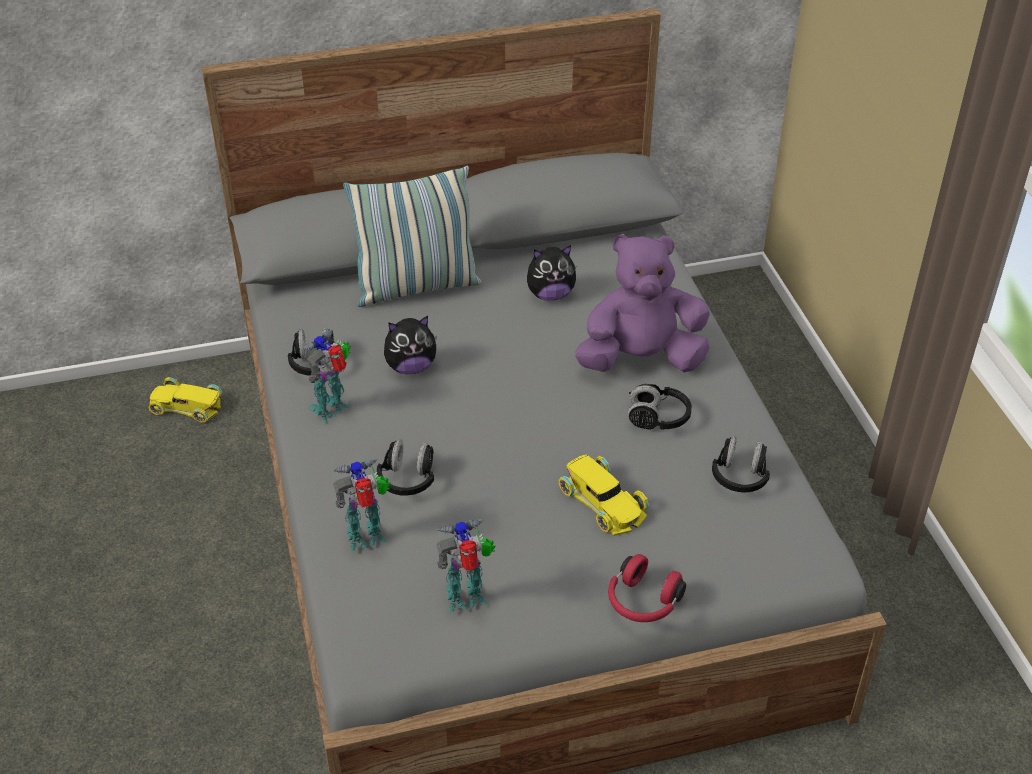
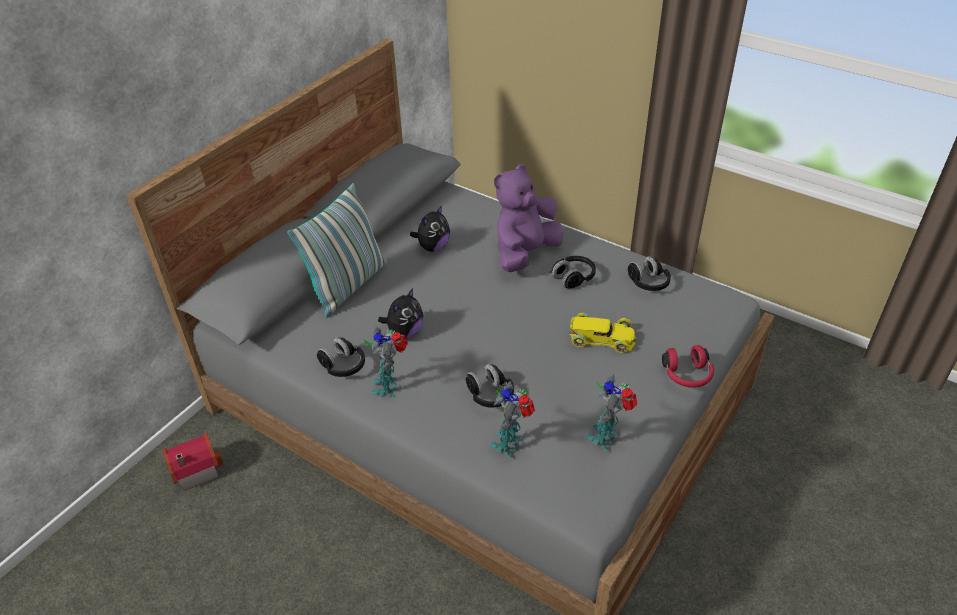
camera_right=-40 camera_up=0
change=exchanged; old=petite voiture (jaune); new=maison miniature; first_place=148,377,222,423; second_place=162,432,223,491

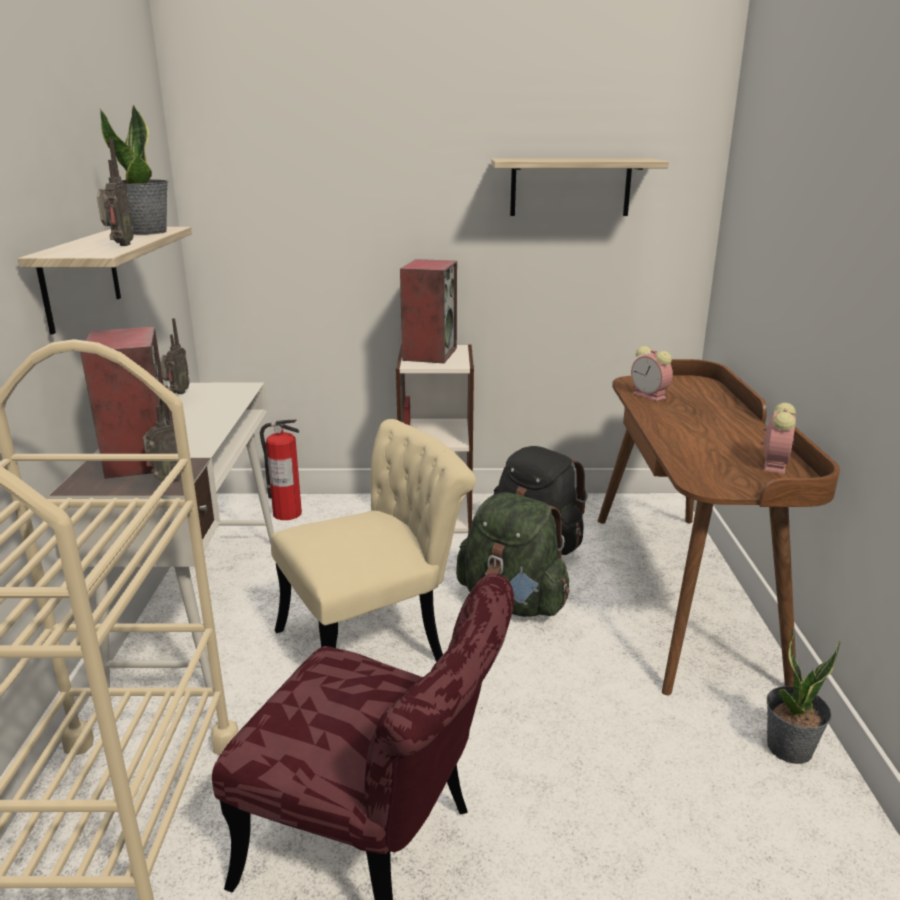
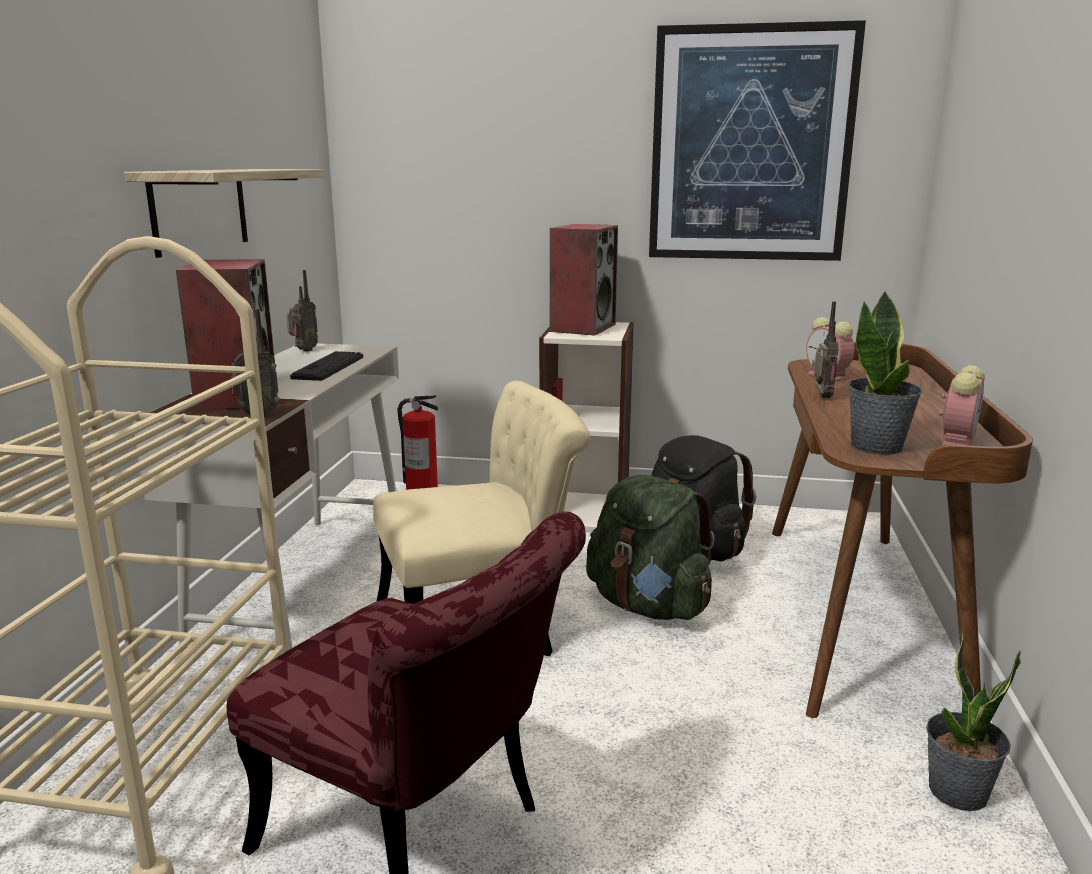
camera_right=10 camera_up=-5
change=appeared; new=clavier; second_place=290,351,363,381
change=relocated; old=radio; first_place=97,139,134,246; second_place=812,302,839,398
change=relocated; old=plante en pot; first_place=100,104,168,235; second_place=848,290,923,455
change=exchanged; old=étagère; new=tableau; first_place=491,159,669,216; second_place=649,20,866,261

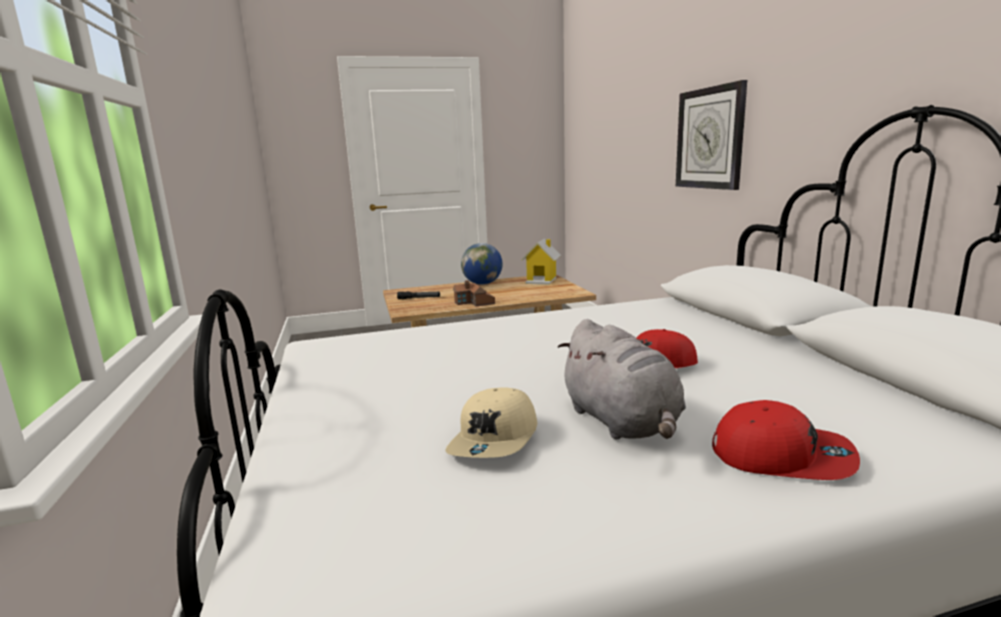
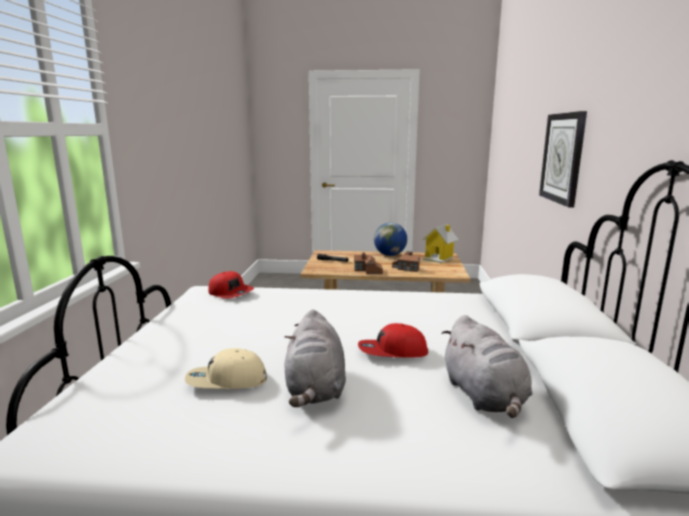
camera_right=20 camera_up=0
change=appeared; new=maison miniature; second_place=392,251,420,272
change=appeared; new=peluche (gris); second_place=441,315,532,418
change=relocated; old=casquette (rouge); first_place=712,400,860,480; second_place=208,271,254,299
change=spun; old=casquette (beige); first_place=445,387,537,458; second_place=185,348,267,389; degrees=45

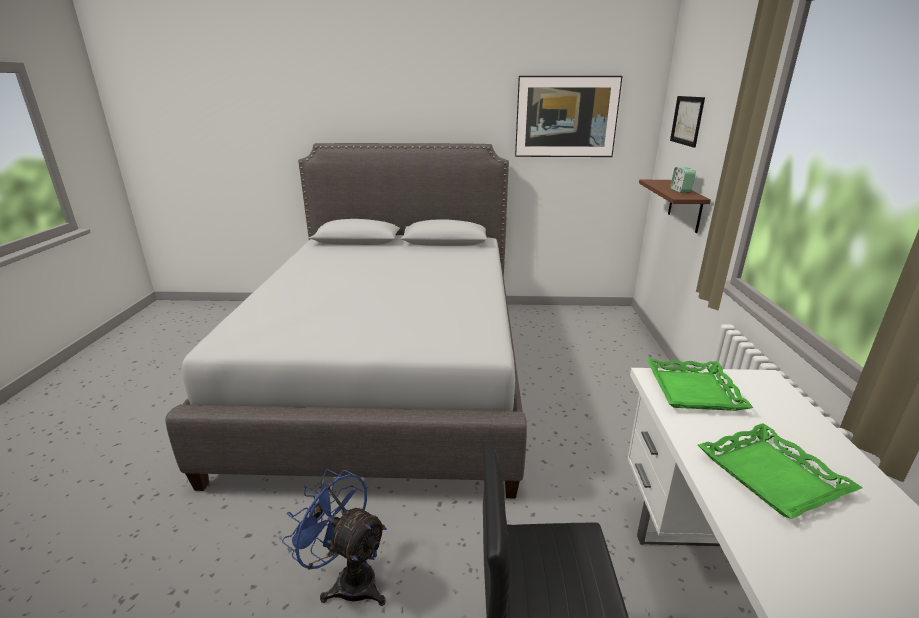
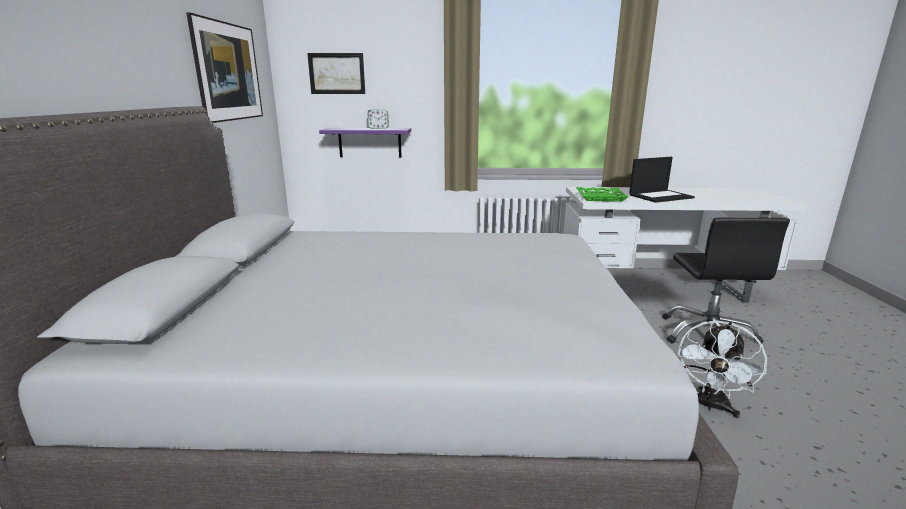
camera_right=-90 camera_up=-5
change=exchanged; old=plateau (vert); new=ordinateur portable; first_place=698,423,862,519; second_place=629,157,695,203
change=colour; old=ventilateur (bleu); new=ventilateur (blanc); first_place=282,469,387,606; second_place=677,320,767,418
change=colour; old=étagère (marron); new=étagère (violet); first_place=639,180,711,233; second_place=319,128,411,157

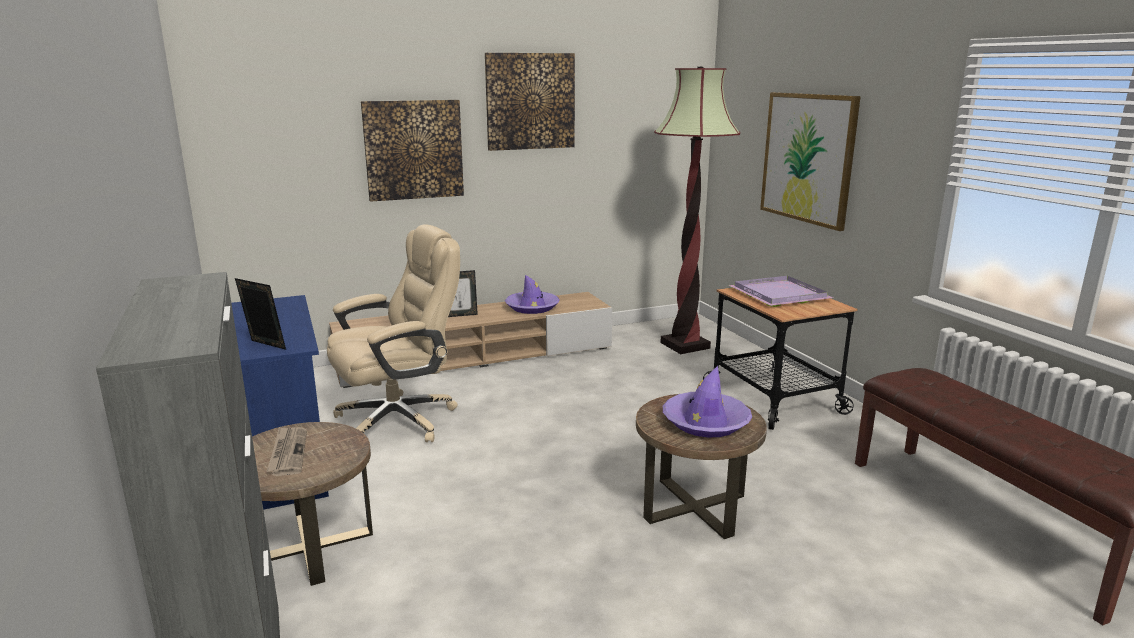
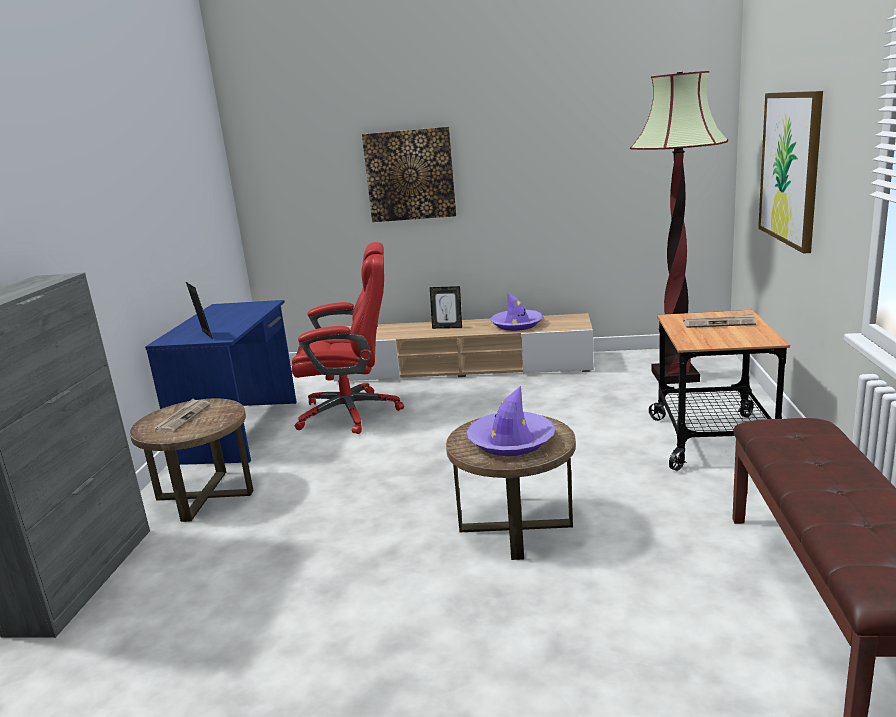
camera_right=30 camera_up=0
change=missing; old=tableau; first_place=485,53,575,151
change=exchanged; old=plateau (violet); new=journal; first_place=728,276,833,307; second_place=683,313,756,328
change=colour; old=chaise de bureau (beige); new=chaise de bureau (rouge); first_place=327,224,460,442; second_place=292,242,404,434

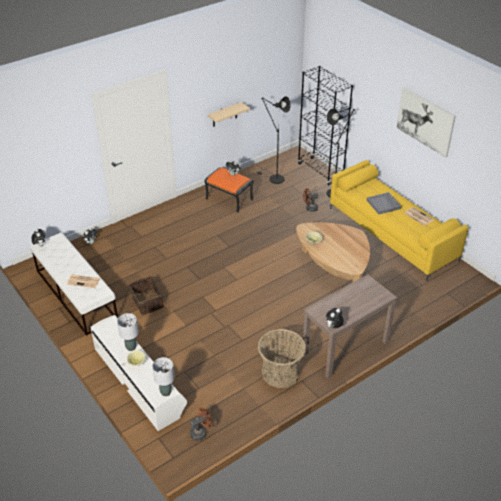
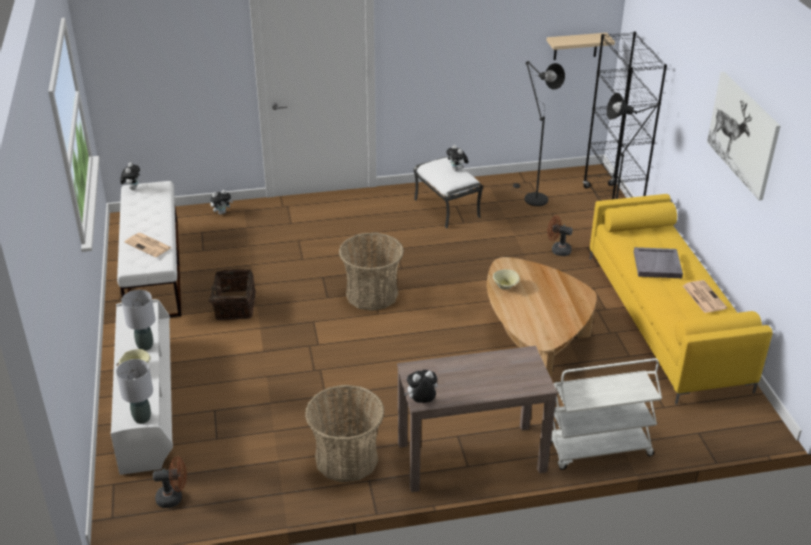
camera_right=25 camera_up=-5
change=appeared; new=panier; second_place=339,232,404,311
change=appeared; new=chariot (blanc); second_place=551,358,662,470
change=relocated; old=étagère (beige); first_place=208,102,250,127; second_place=546,33,615,60
change=colour; old=pouf (orange); new=pouf (blanc); first_place=204,167,253,213; second_place=414,157,483,229

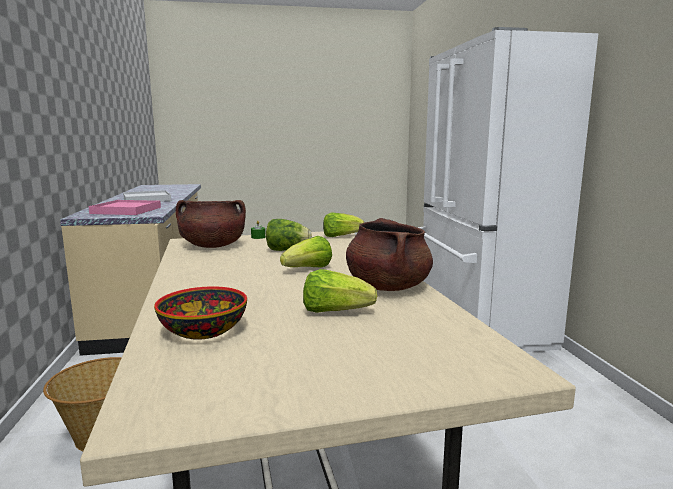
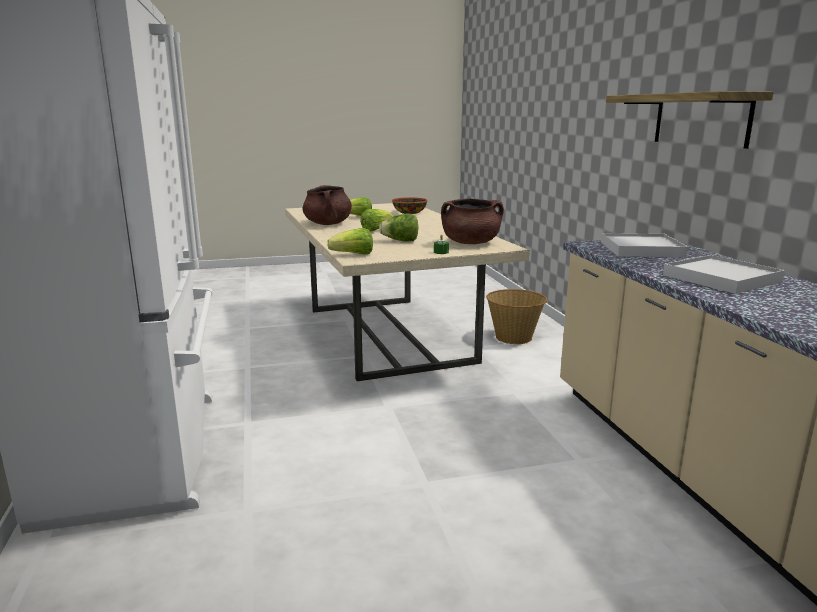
camera_right=175 camera_up=5
change=appeared; new=étagère; second_place=606,91,774,149
change=colour; old=plateau (rose); new=plateau (blanc); first_place=88,200,161,215; second_place=601,233,688,257

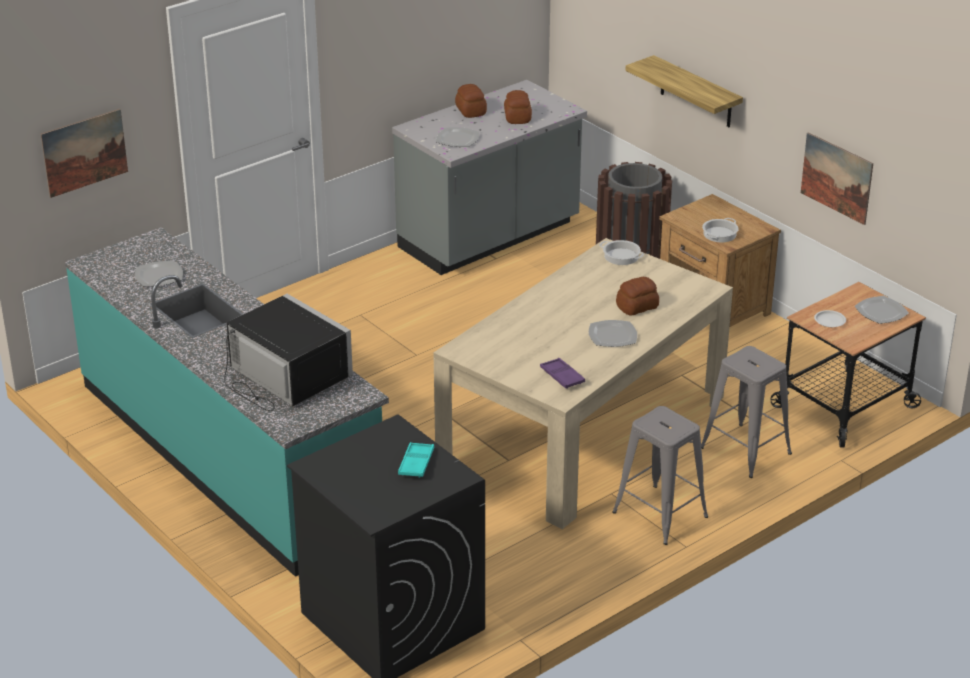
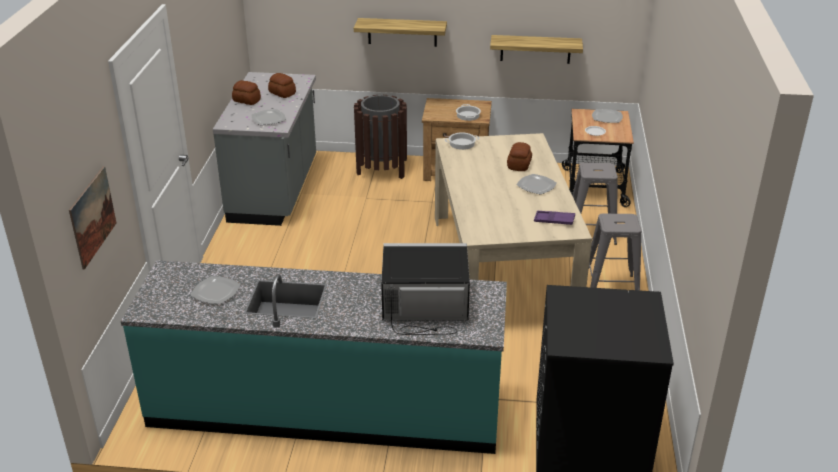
camera_right=-45 camera_up=0
change=missing; old=plateau (turquoise); first_place=398,442,434,478
change=exchanged; old=tableau; new=étagère; first_place=801,132,873,225; second_place=490,35,583,64

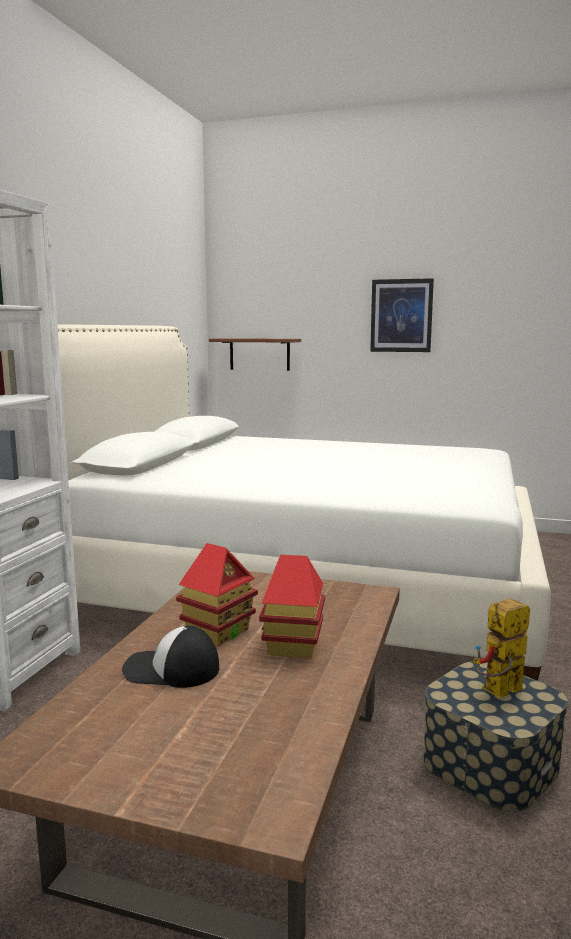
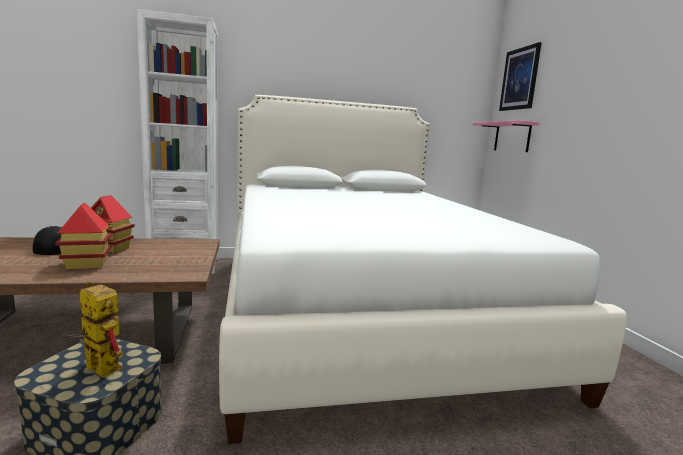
camera_right=60 camera_up=0
change=relocated; old=tableau; first_place=370,278,434,352; second_place=499,42,542,111
change=colour; old=étagère (marron); new=étagère (rose); first_place=209,338,301,371; second_place=473,120,540,152

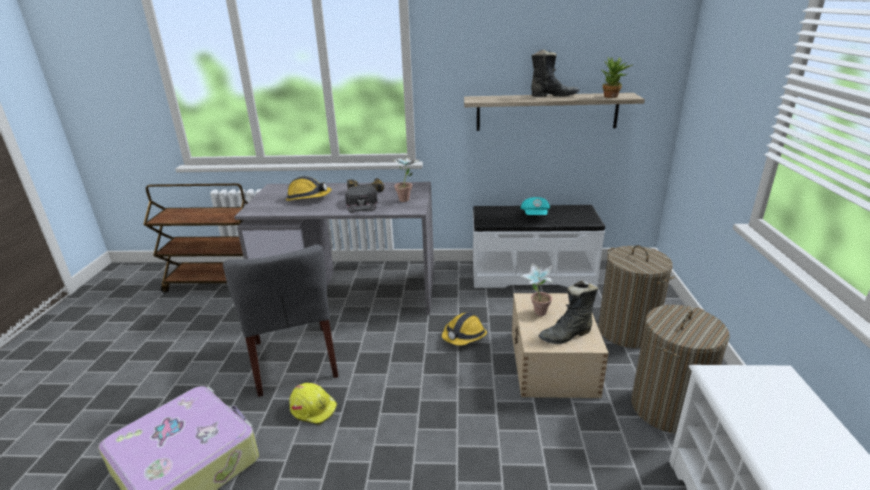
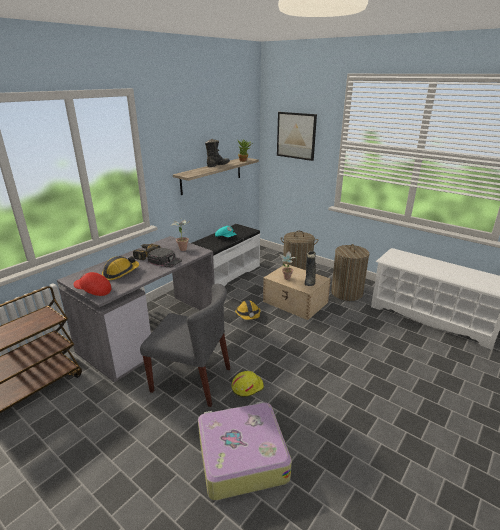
camera_right=-55 camera_up=0
change=appeared; new=casquette (rouge); second_place=73,272,111,296
change=appeared; new=tableau; second_place=277,112,317,161

